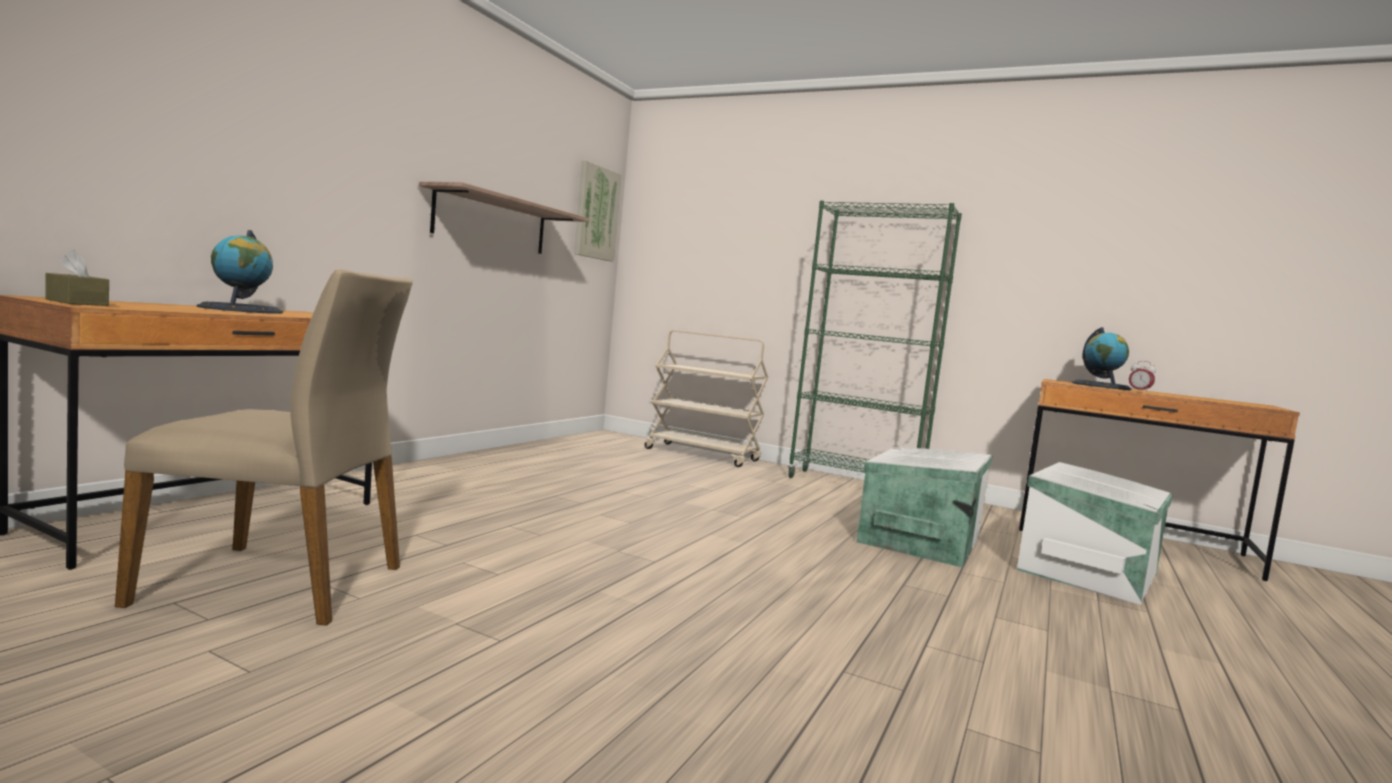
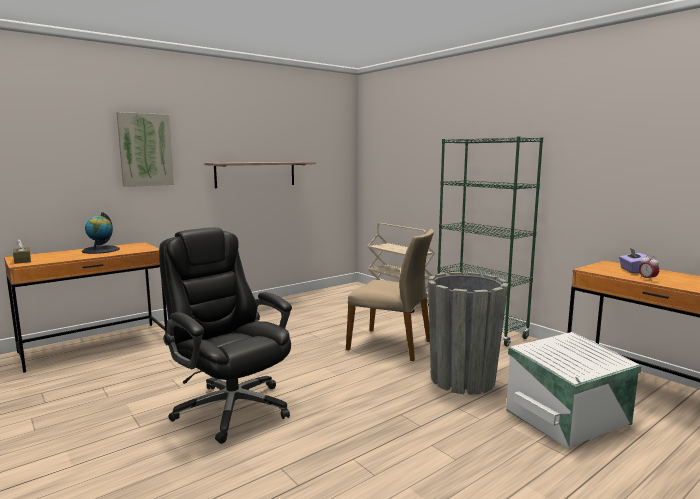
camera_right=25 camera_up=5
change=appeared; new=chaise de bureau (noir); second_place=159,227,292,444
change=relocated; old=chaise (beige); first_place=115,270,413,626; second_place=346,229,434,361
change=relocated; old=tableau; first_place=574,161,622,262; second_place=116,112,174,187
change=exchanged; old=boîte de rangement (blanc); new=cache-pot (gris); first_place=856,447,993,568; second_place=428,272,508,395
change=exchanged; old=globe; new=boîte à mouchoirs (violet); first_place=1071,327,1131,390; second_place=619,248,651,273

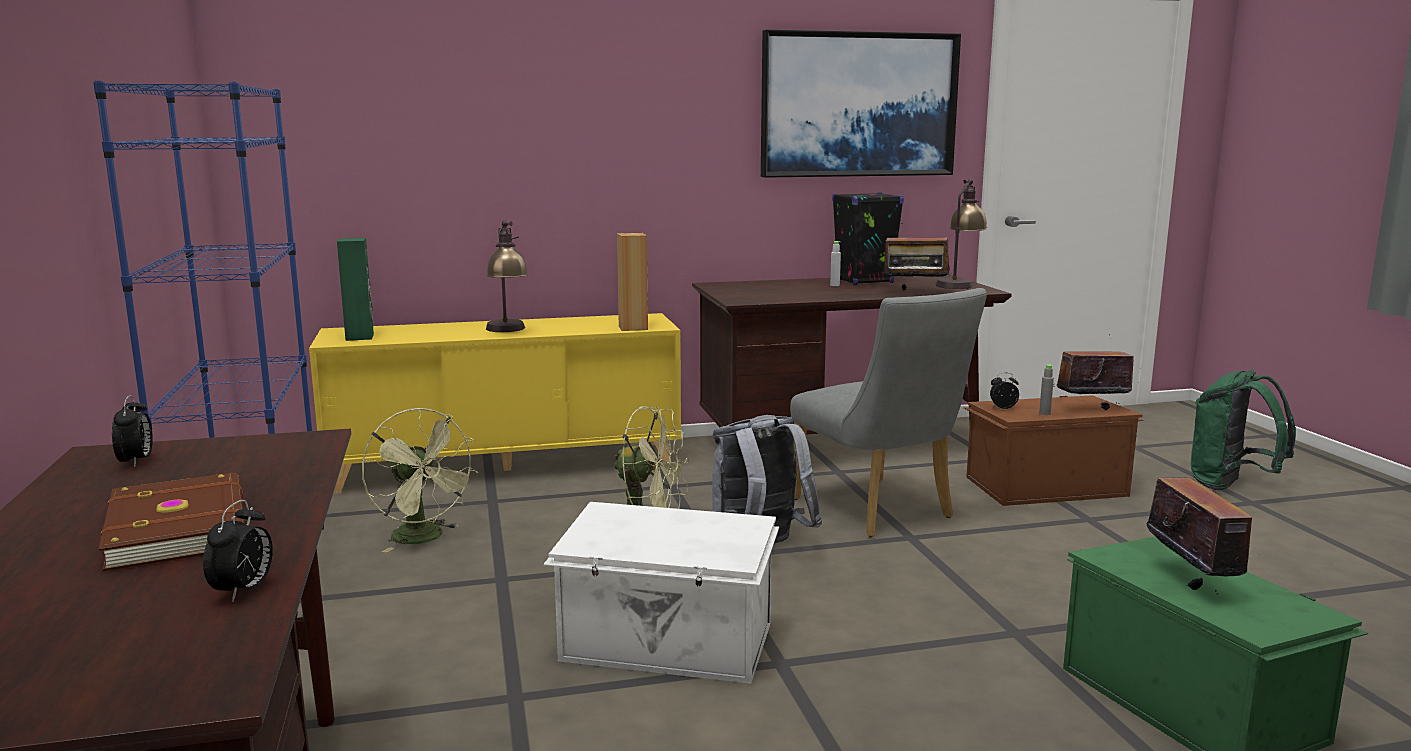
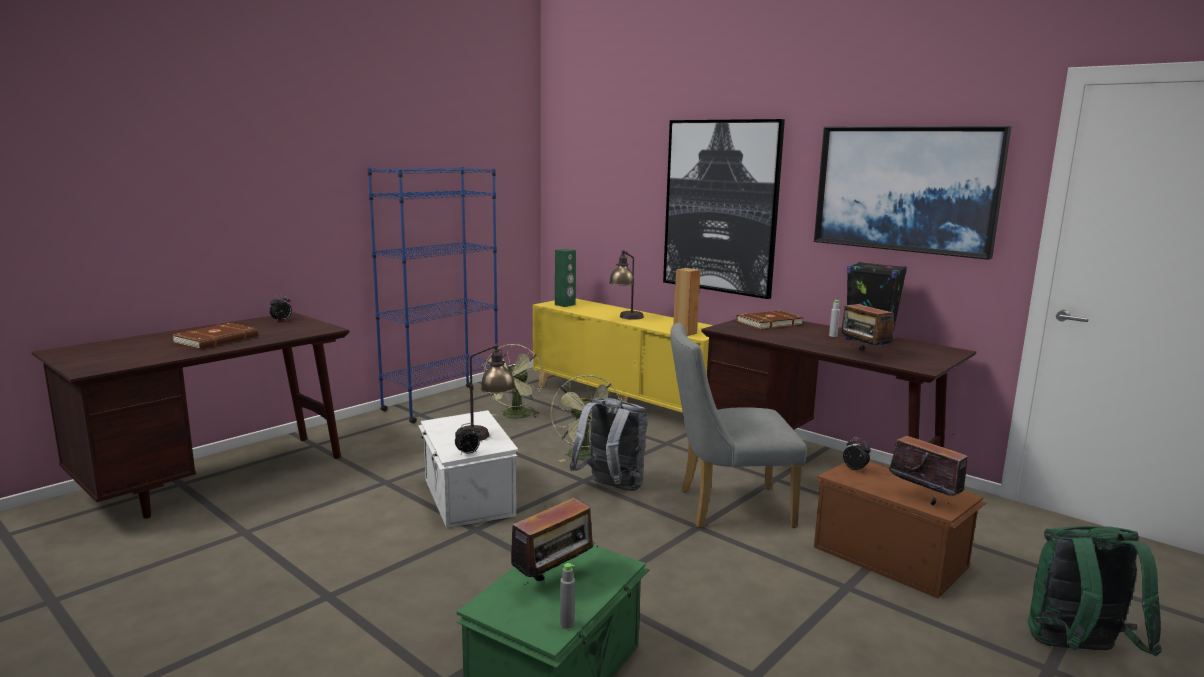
camera_right=55 camera_up=0
change=appeared; new=tableau; second_place=663,119,785,299
change=appeared; new=livre (marron); second_place=736,311,803,329
change=relocated; old=réveil; first_place=203,500,273,602; second_place=455,423,480,456
change=relocated; old=lampe de table; first_place=935,179,988,289; second_place=455,343,516,441
change=relocated; old=bouteille (gris); first_place=1039,364,1054,415; second_place=560,563,575,629
change=spun; old=chaise (gris); first_place=790,288,987,537; second_place=670,323,807,528; degrees=60

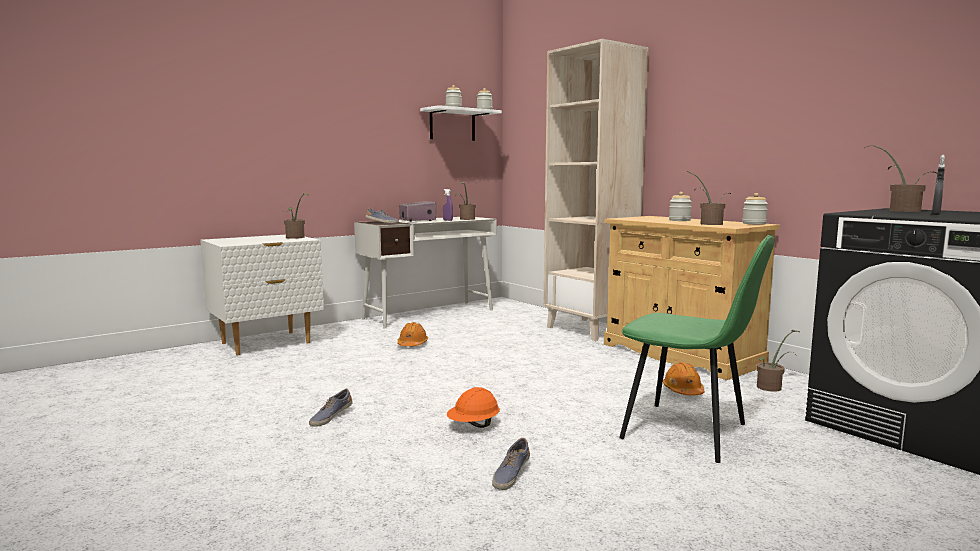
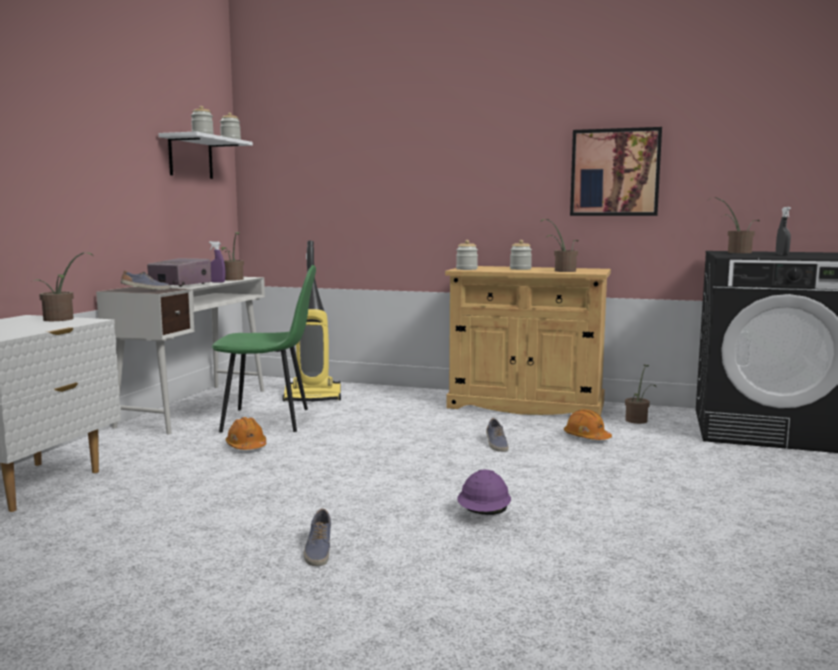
camera_right=-35 camera_up=0
change=missing; old=bibliothèque (beige); first_place=544,39,649,341
change=appeared; new=aspirateur; second_place=282,241,341,402
change=appeared; new=tableau; second_place=570,127,662,216
change=relocated; old=chaussure; first_place=492,438,530,490; second_place=486,418,509,452
change=relocated; old=chaise (vert); first_place=620,235,775,463; second_place=212,265,316,432
change=relocated; old=bocal; first_place=742,193,768,225; second_place=456,240,478,270
change=colour; old=casque de chantier (orange); new=casque de chantier (violet); first_place=447,387,500,428; second_place=457,469,511,515

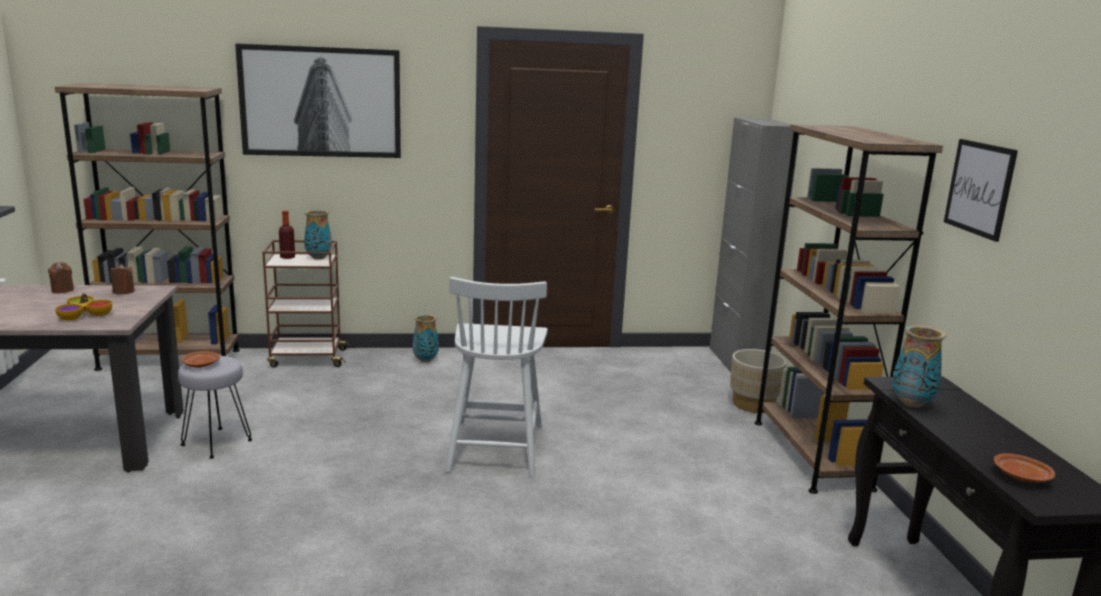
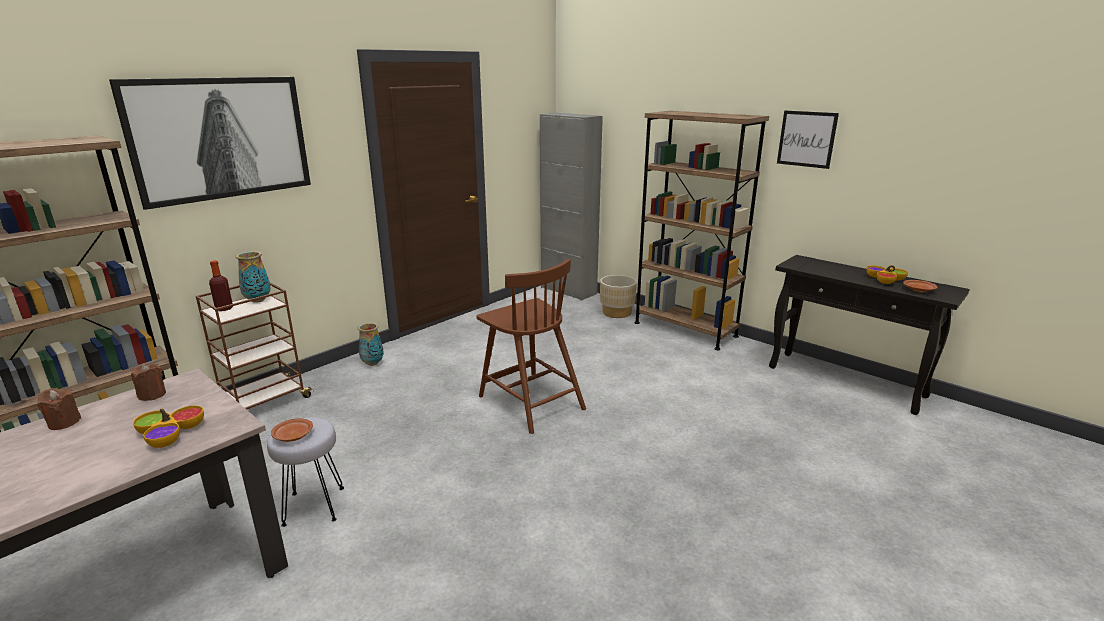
camera_right=-40 camera_up=5
change=missing; old=vase; first_place=892,325,946,407
change=appeared; new=bol; second_place=866,265,908,284
change=colour; old=chaise (blanc); new=chaise (marron); first_place=445,277,548,478; second_place=476,259,586,434

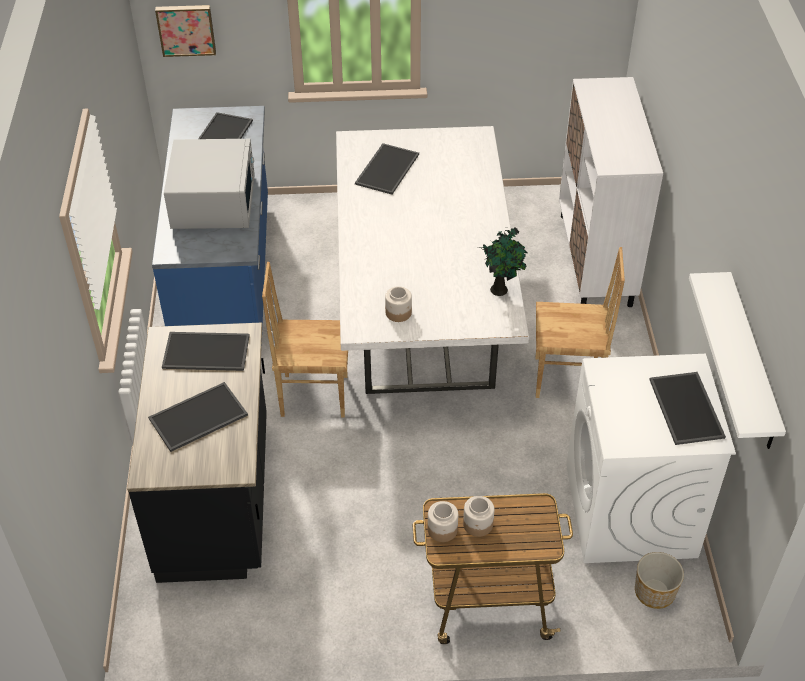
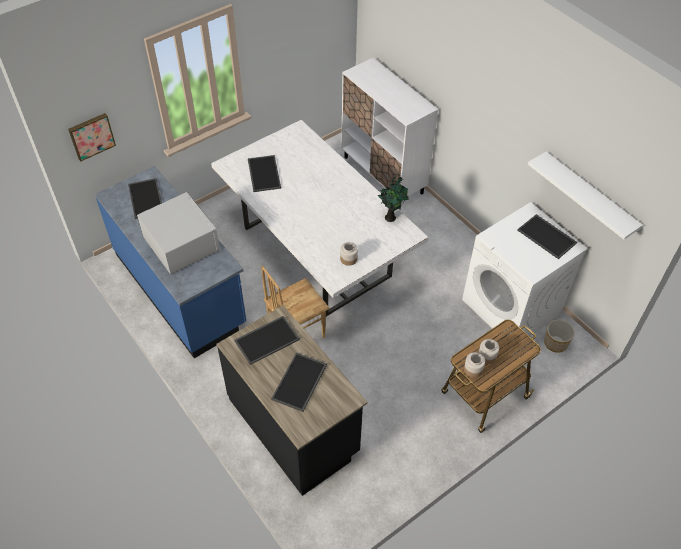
camera_right=-35 camera_up=5
change=missing; old=chaise (marron); first_place=535,247,625,398

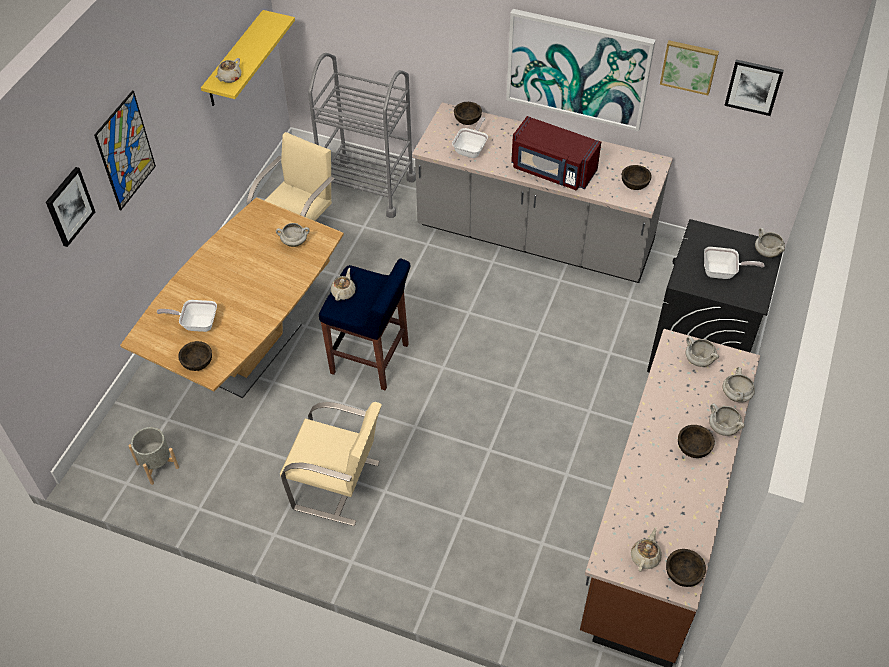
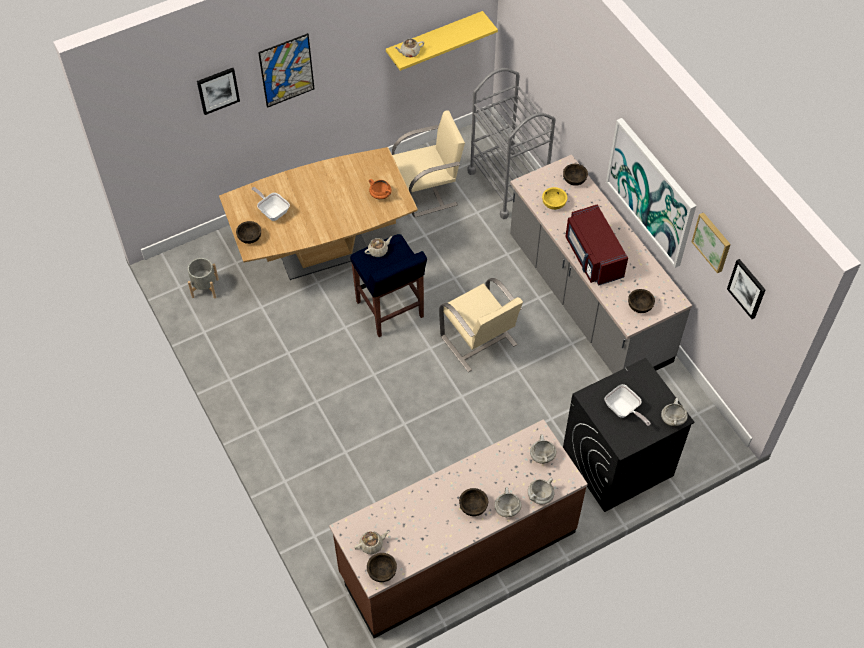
camera_right=40 camera_up=5
change=relocated; old=chaise (beige); first_place=280,402,382,526; second_place=439,278,523,372
change=exchanged; old=poêle; new=bol (jaune); first_place=452,117,488,158; second_place=542,187,567,210
change=colour; old=marmite (blanc); new=marmite (orange); first_place=276,223,310,247; second_place=369,179,391,200

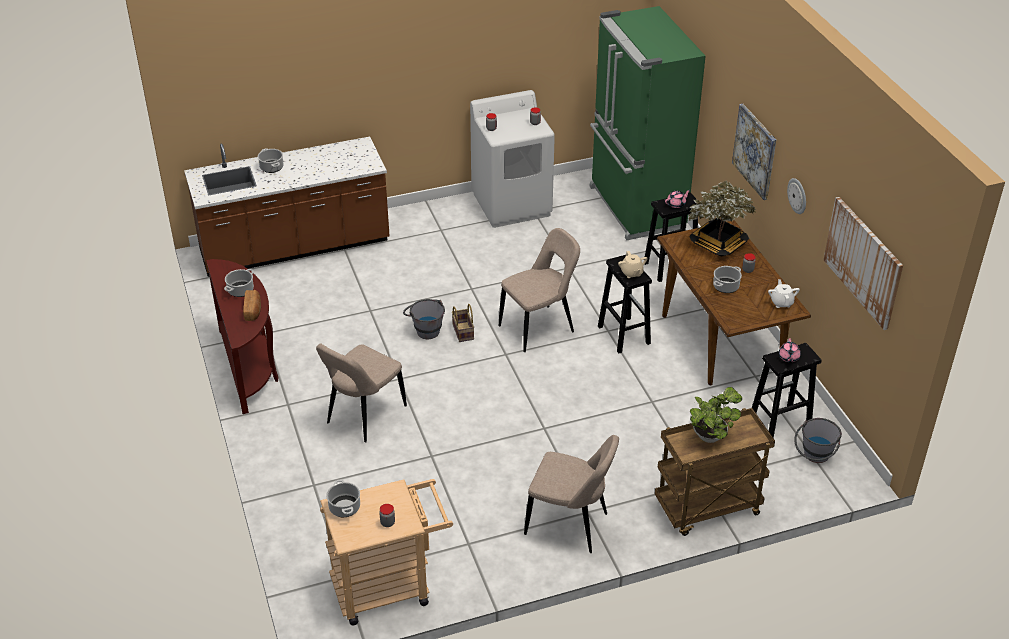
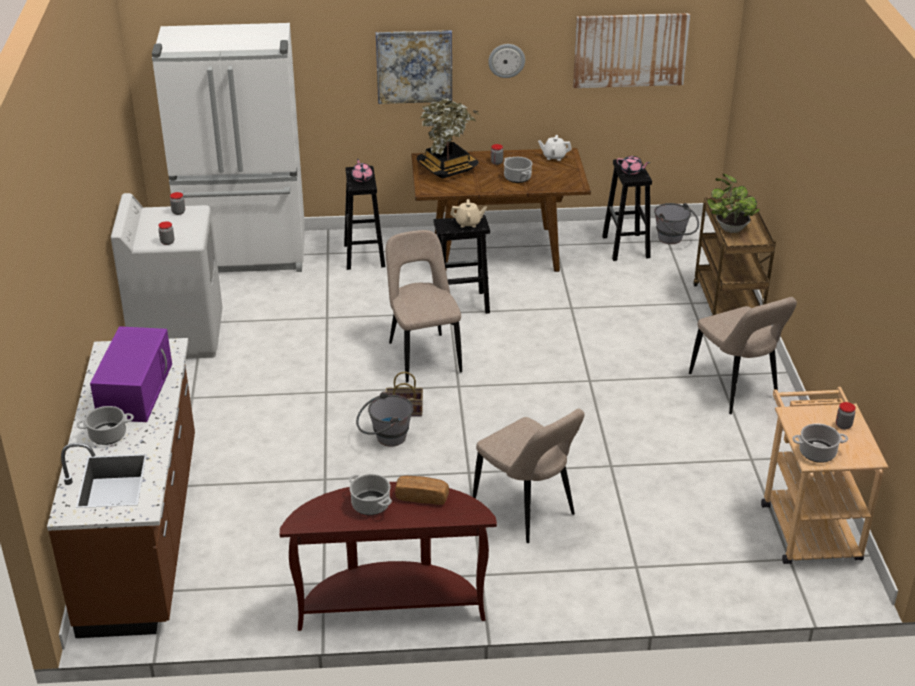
camera_right=-75 camera_up=-5
change=appeared; new=micro-ondes (violet); second_place=90,326,172,422
change=colour; old=réfrigérateur (vert); new=réfrigérateur (blanc); first_place=589,6,706,240; second_place=152,23,305,272
change=spun; old=chaise (beige); first_place=524,435,619,553; second_place=689,297,797,414; degrees=120

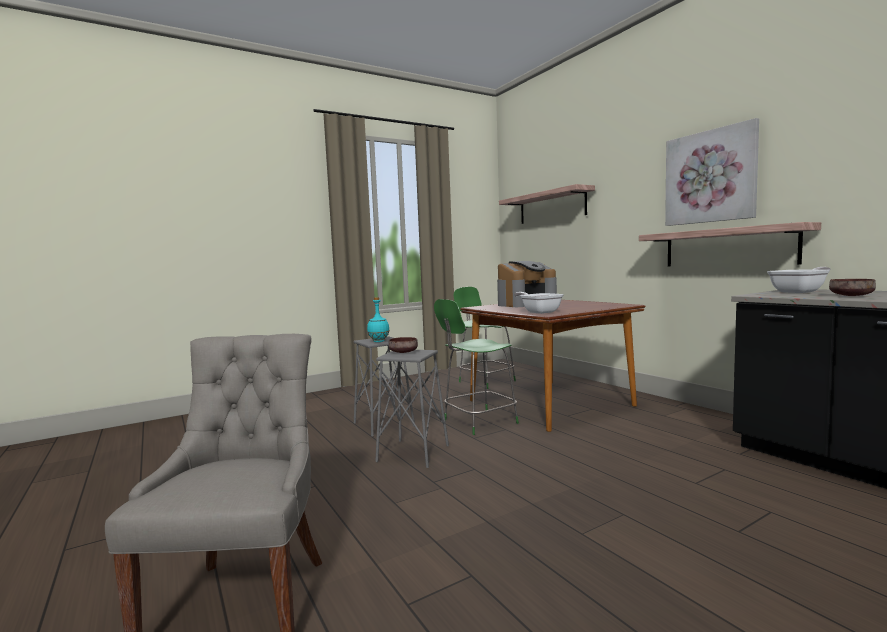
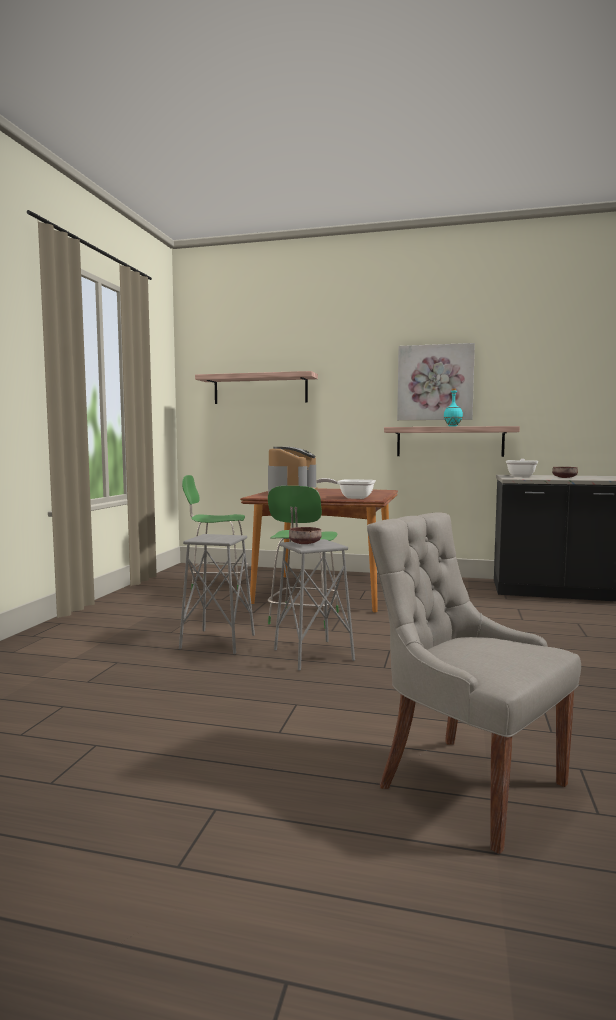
camera_right=-45 camera_up=0
change=relocated; old=bouteille (turquoise); first_place=367,297,390,342; second_place=444,389,463,427

